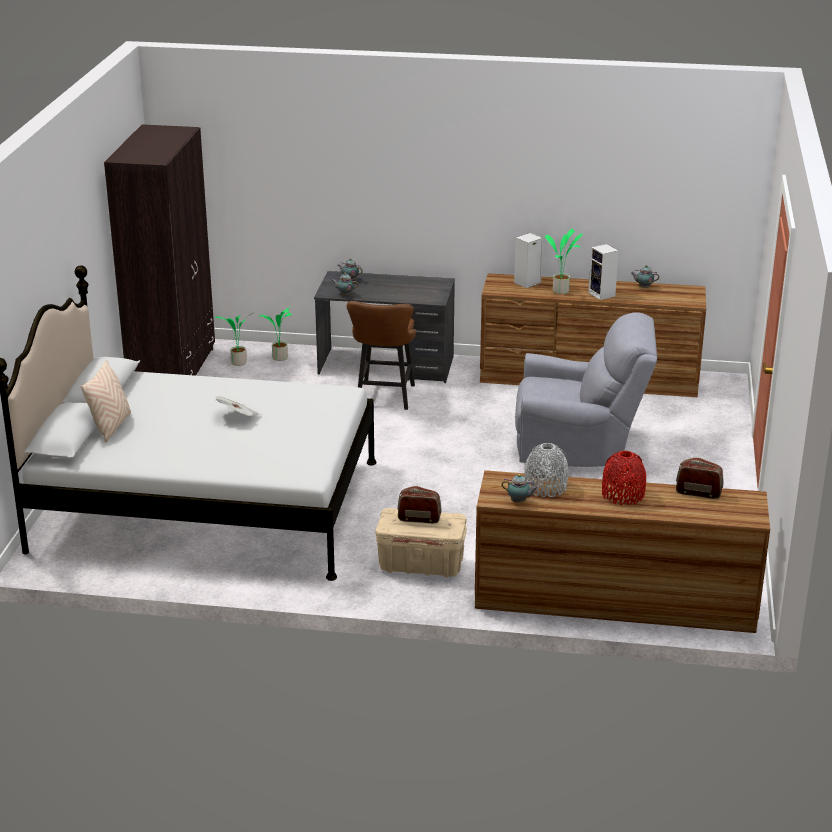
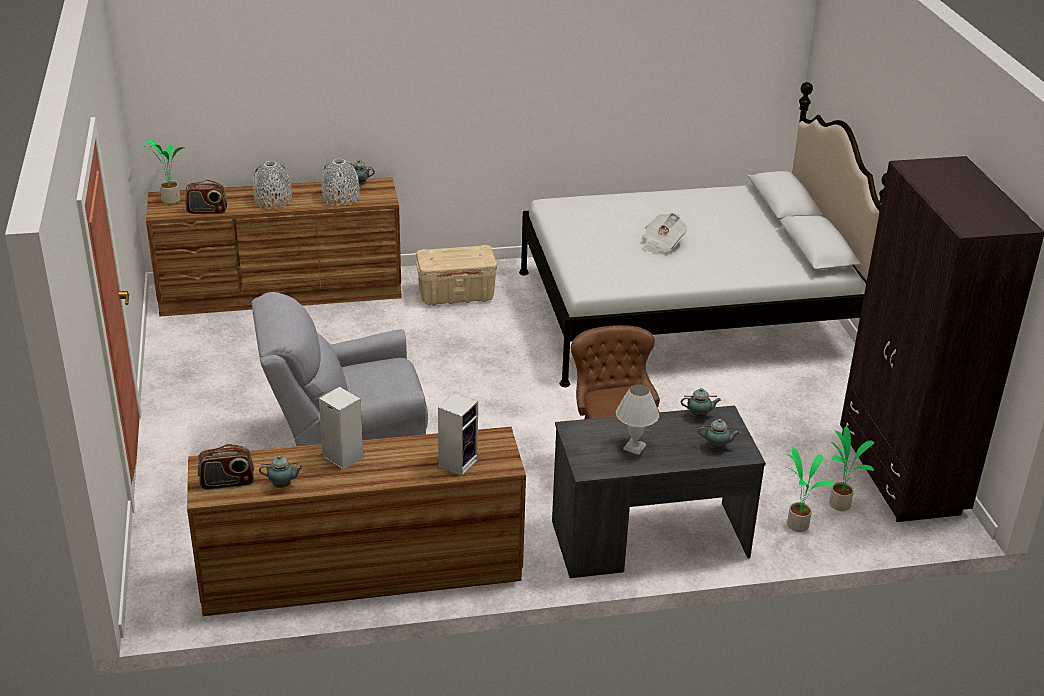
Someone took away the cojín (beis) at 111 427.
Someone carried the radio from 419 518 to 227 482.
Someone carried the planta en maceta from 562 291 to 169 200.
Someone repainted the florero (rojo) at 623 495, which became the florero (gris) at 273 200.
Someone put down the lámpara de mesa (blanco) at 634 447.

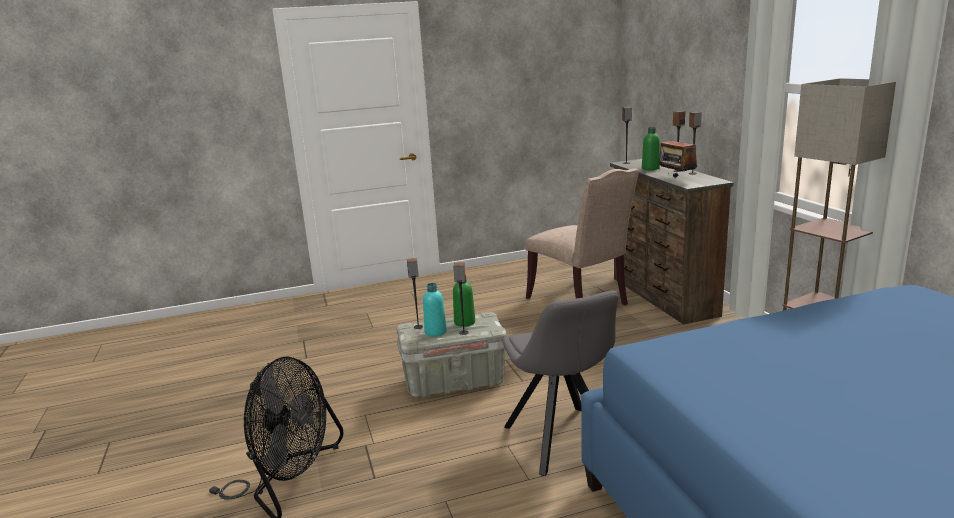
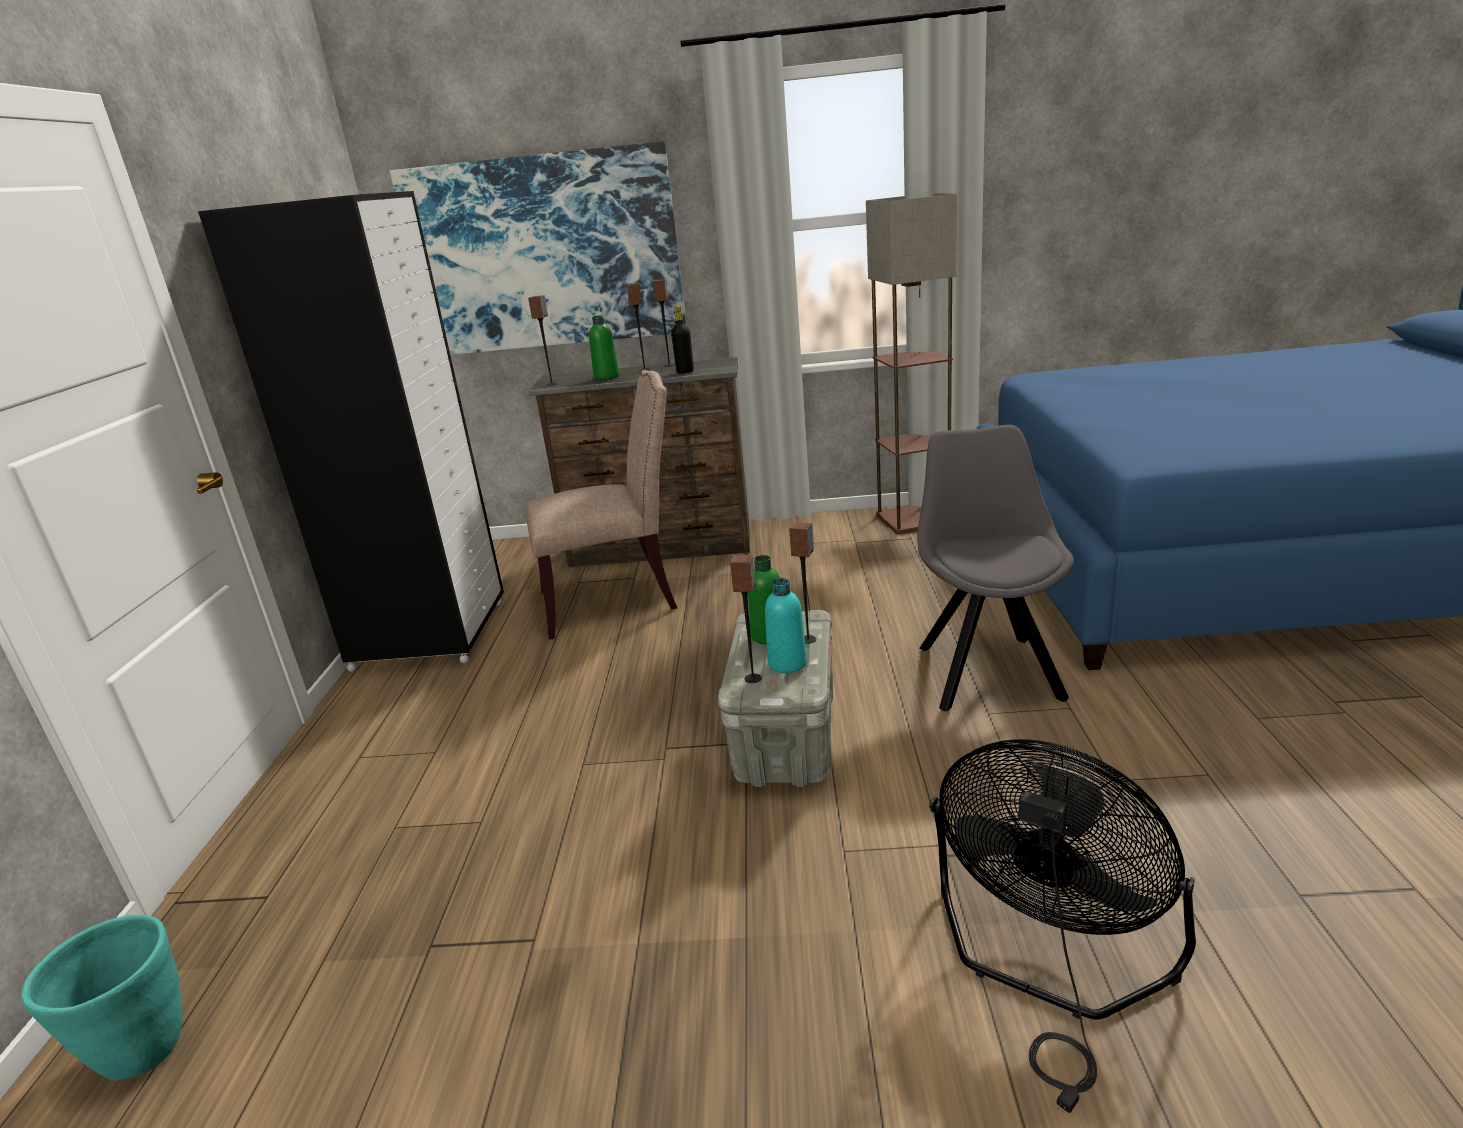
Someone rotated the silla (gris) at 561 440 by 90 degrees counterclockwise.
Someone swapped the radio at 676 179 for the botella (negro) at 685 371.
Someone put down the maceta (turquesa) at 143 1049.
Someone put down the armario ropero at 430 635.
Someone put up the cuadro at 544 253.

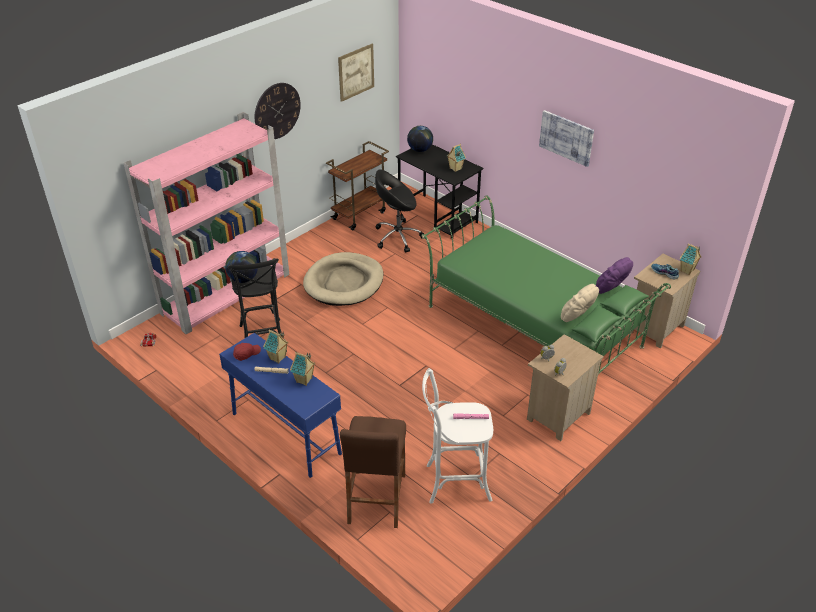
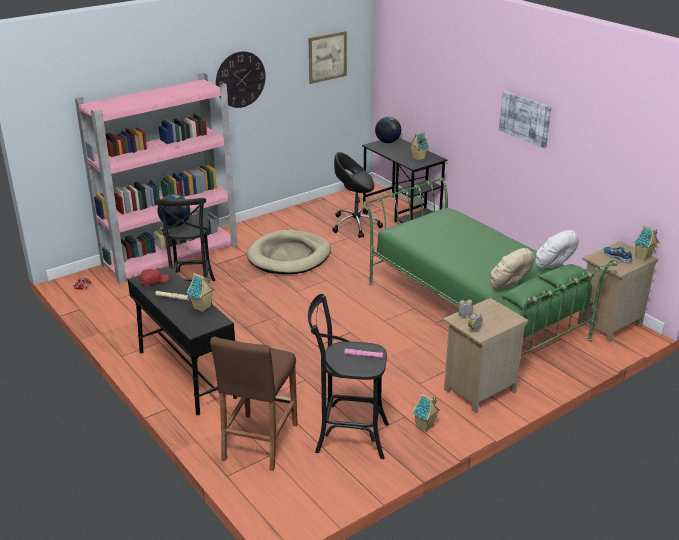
Someone repainted the mesa consola (azul) at 286 433, which became the mesa consola (negro) at 187 374.
Someone carried the casita from 278 358 to 425 427.
Someone took away the carrito (marrón) at 360 215.
Someone repainted the taburete (blanco) at 454 482, which became the taburete (negro) at 348 437.
Someone repainted the cojín (morado) at 611 291, which became the cojín (blanco) at 554 268.

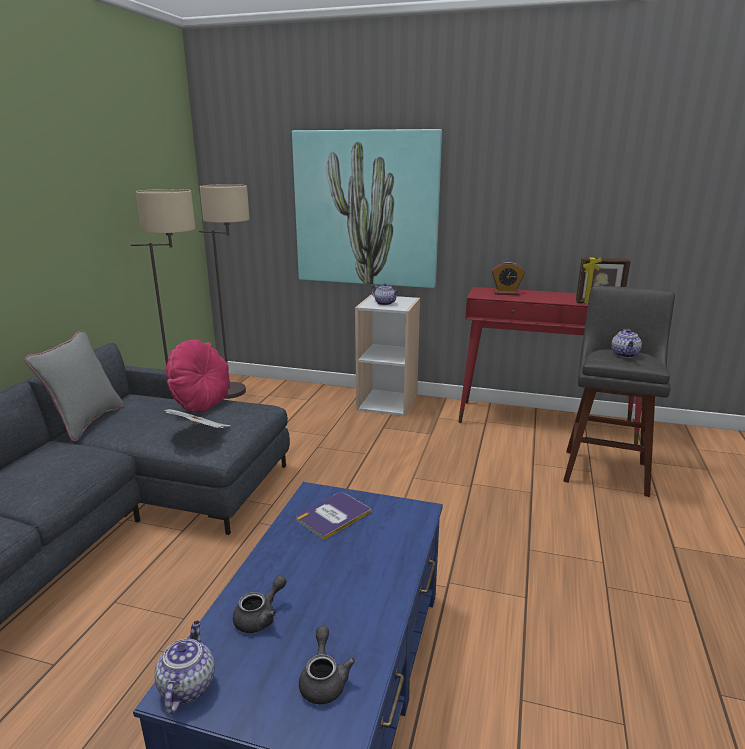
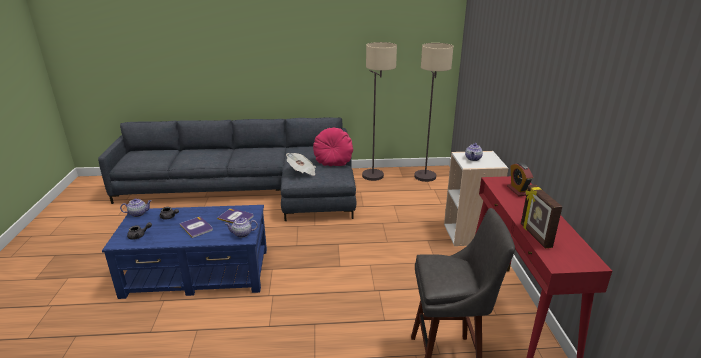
Someone took away the cojín (gris) at 86 422.
Someone took away the cuadro at 366 209.
Someone carried the tetera from 625 355 to 242 234.
Someone put down the libro at 196 227.

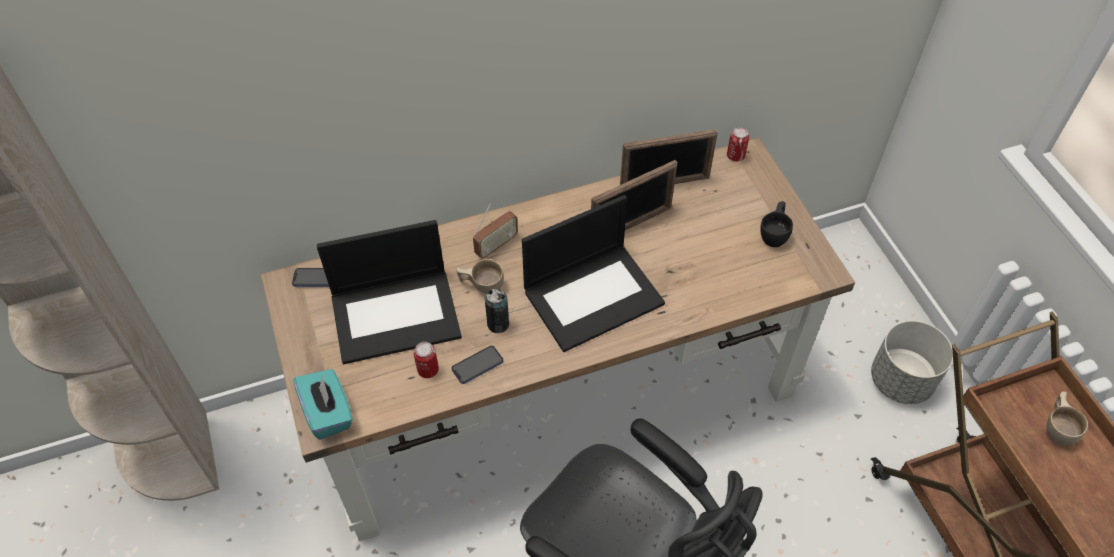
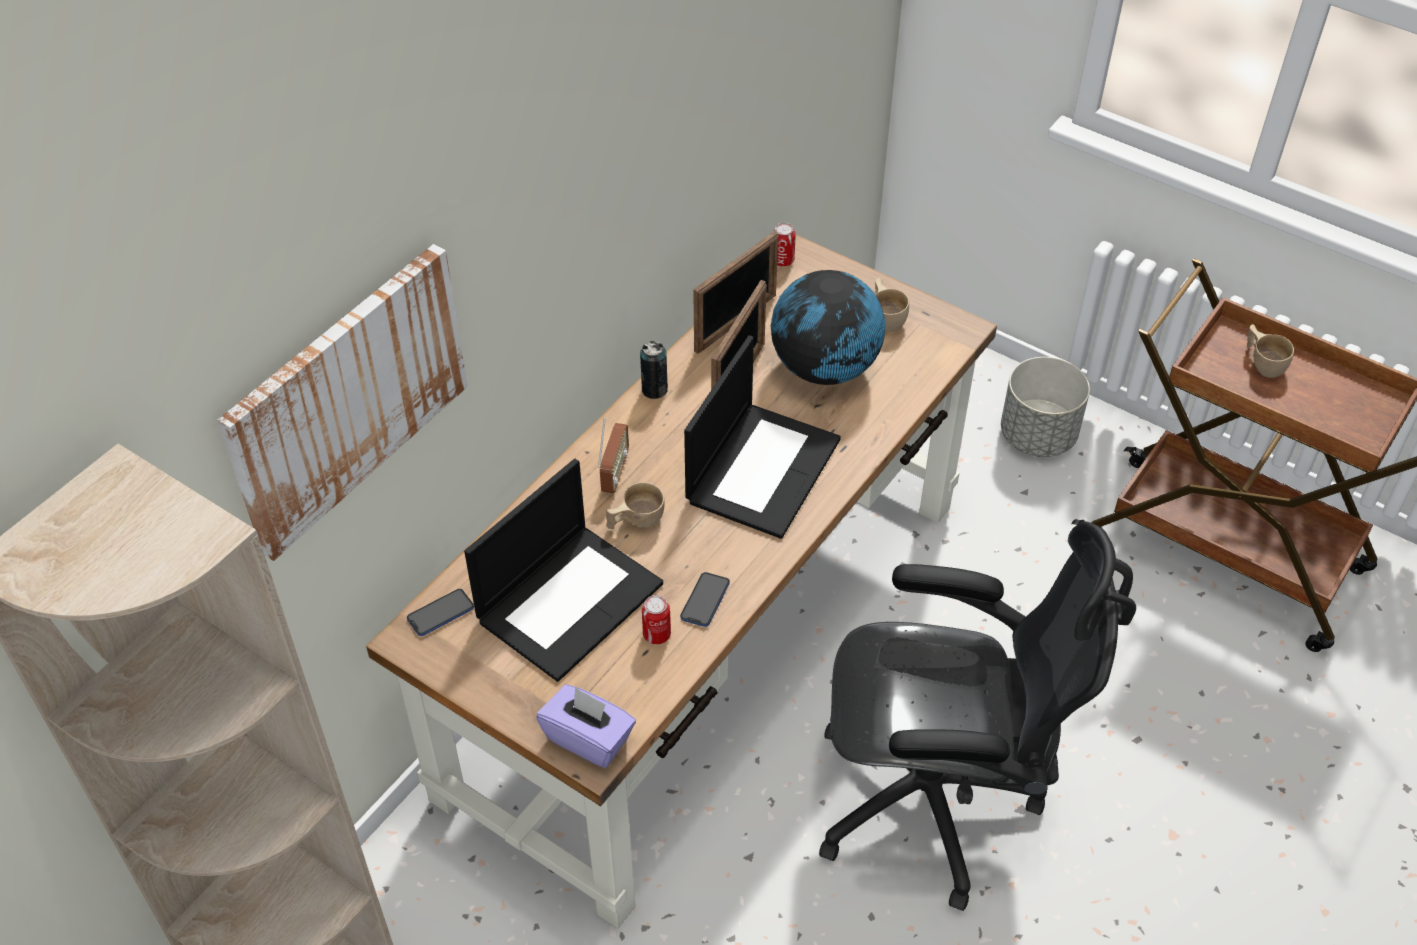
Someone repainted the caja de pañuelos (turquesa) at 328 413, which became the caja de pañuelos (morado) at 588 738.
Someone carried the lata from 498 324 to 654 390.
Someone repainted the taza (negro) at 775 234, which became the taza (beis) at 886 317.
Someone put up the cuadro at 347 398.
Someone put down the globo terráqueo at 825 368.

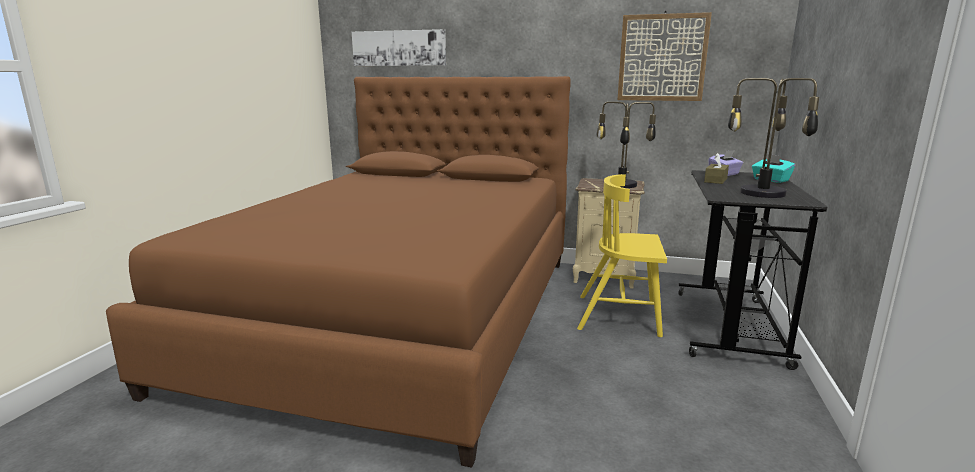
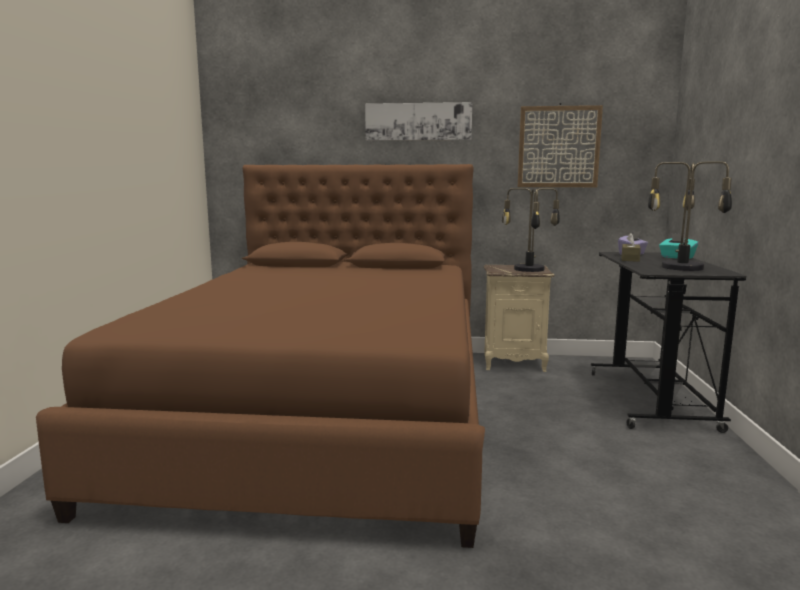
Someone carried the cuadro from 399 48 to 418 122.
Someone took away the silla (amarillo) at 624 315.

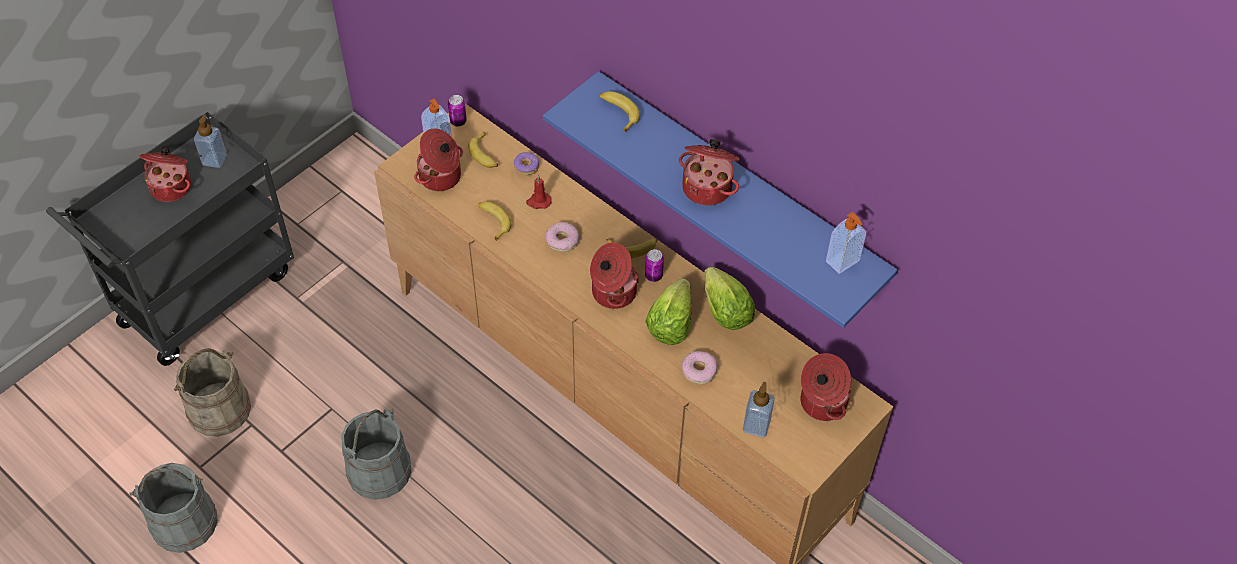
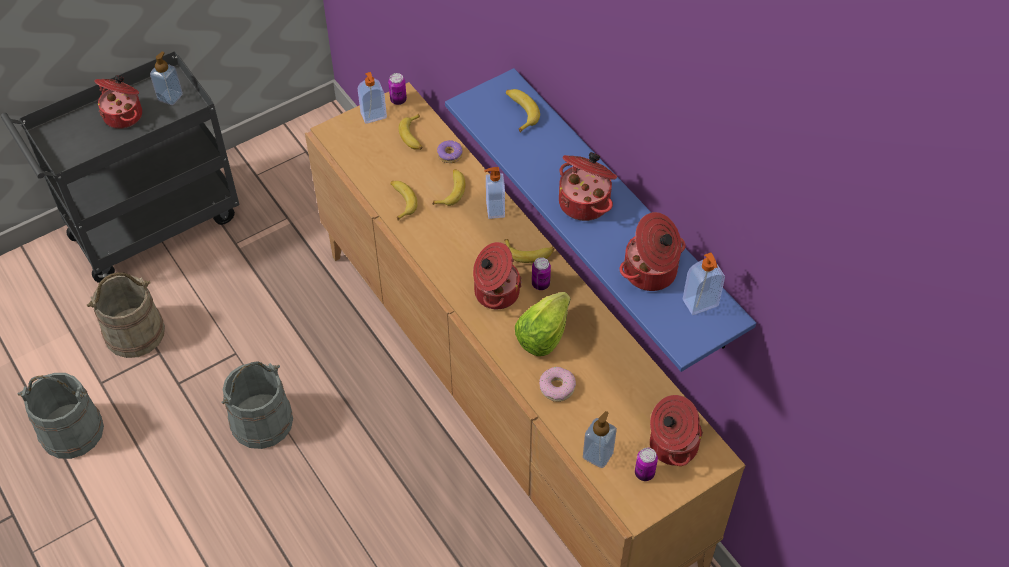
Someone carried the olla from 441 177 to 651 272.
Someone swapped the vela (rojo) at 538 202 for the plátano at 451 191.
Someone took away the rosquilla at 562 240.
Someone took away the lechuga at 725 311.
Someone put down the dispensador de jabón at 494 209.
Someone put down the lata at 644 473.

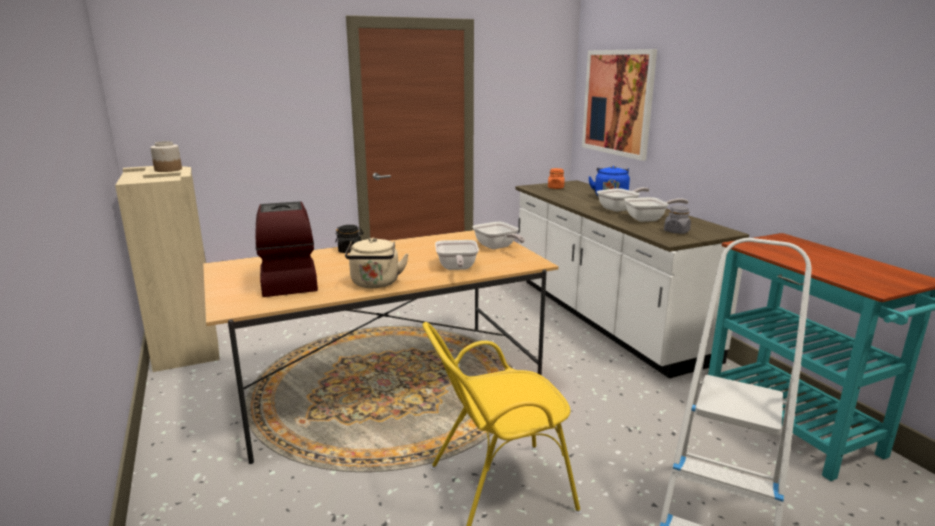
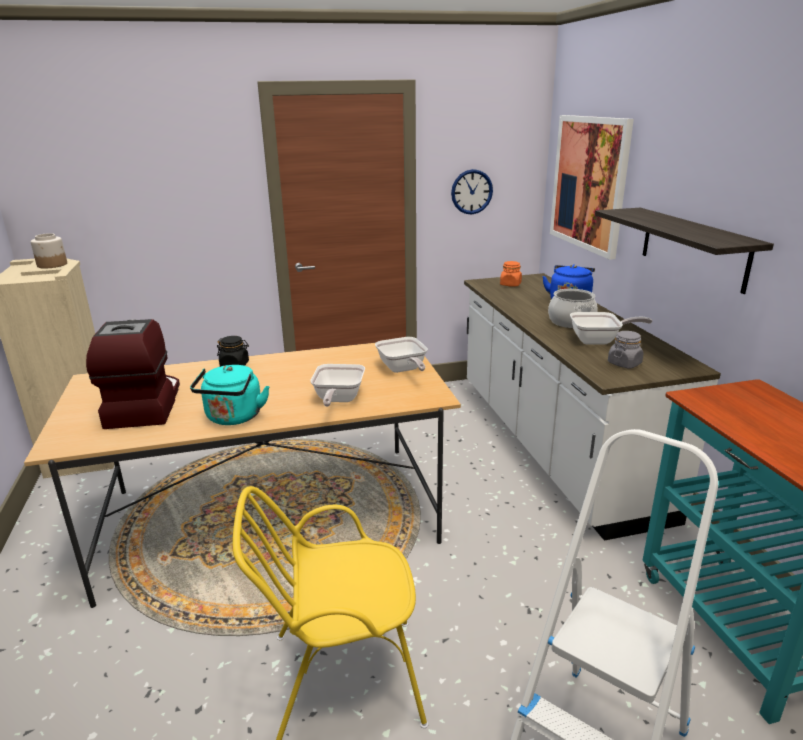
Someone repainted the hervidor (beis) at 375 284, which became the hervidor (turquesa) at 233 418.
Someone swapped the sartén at 620 209 for the olla at 571 322.
Someone put up the reloj de pared at 471 192.
Someone put up the estante at 693 248.

